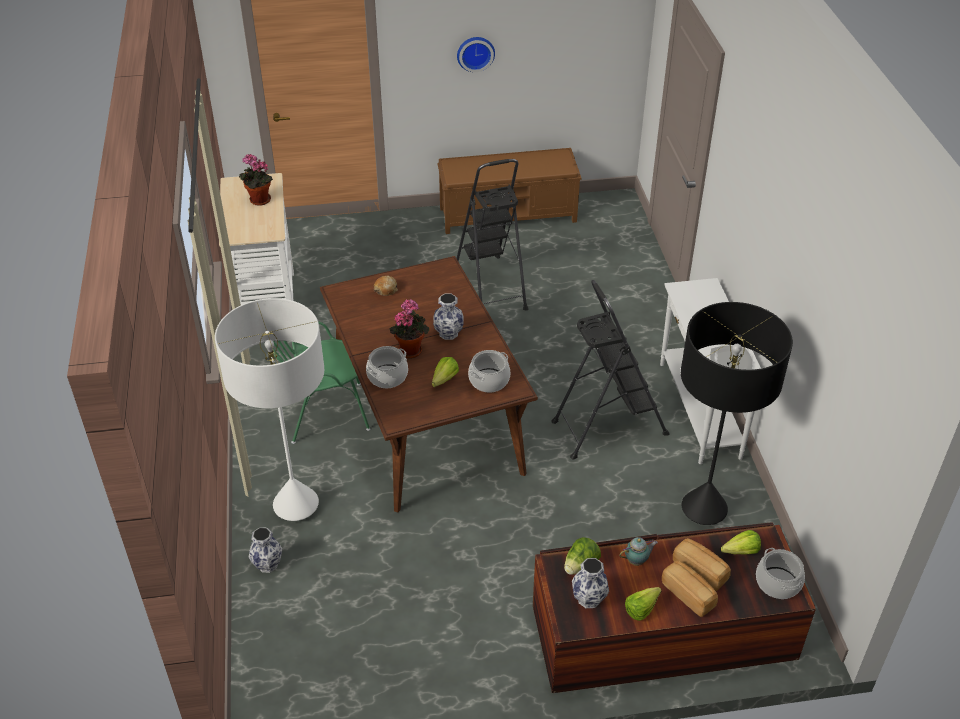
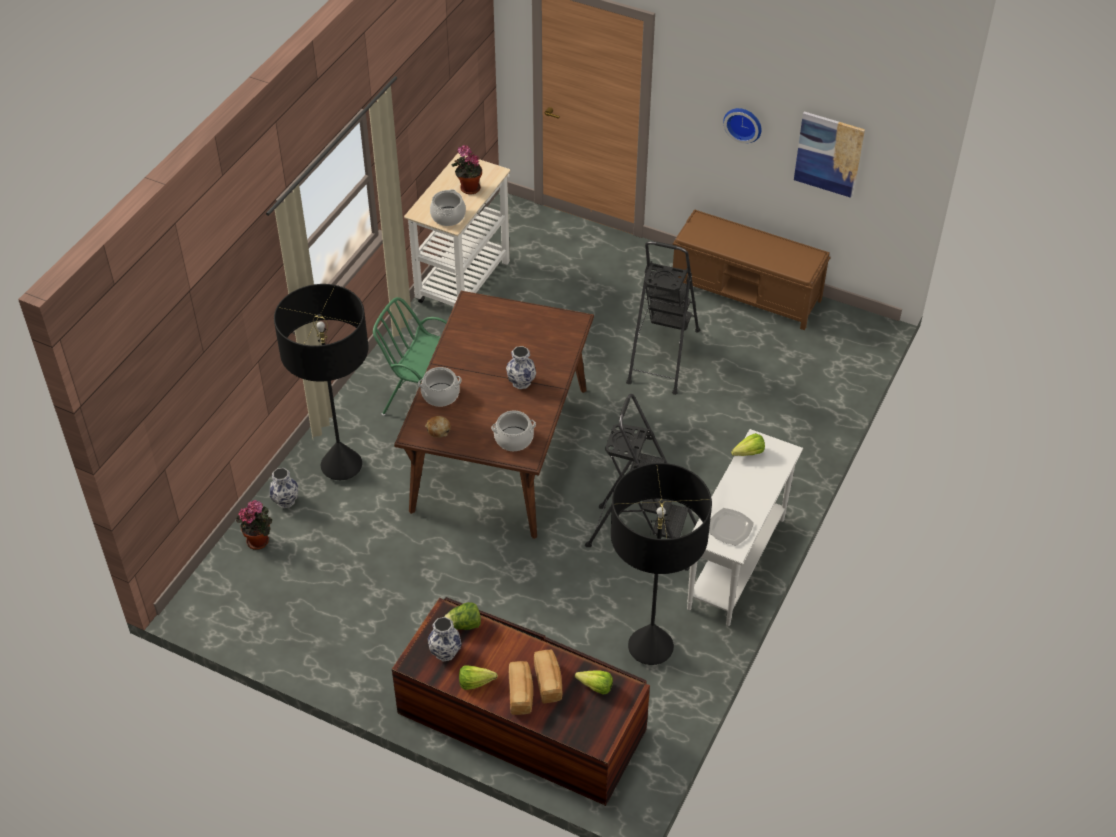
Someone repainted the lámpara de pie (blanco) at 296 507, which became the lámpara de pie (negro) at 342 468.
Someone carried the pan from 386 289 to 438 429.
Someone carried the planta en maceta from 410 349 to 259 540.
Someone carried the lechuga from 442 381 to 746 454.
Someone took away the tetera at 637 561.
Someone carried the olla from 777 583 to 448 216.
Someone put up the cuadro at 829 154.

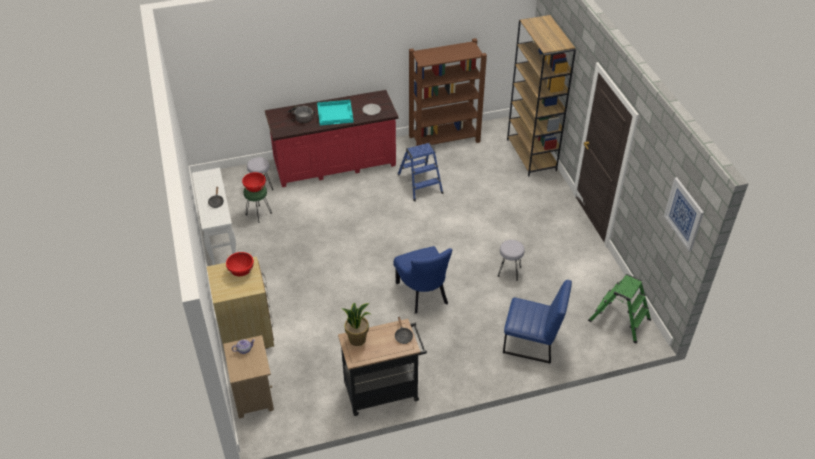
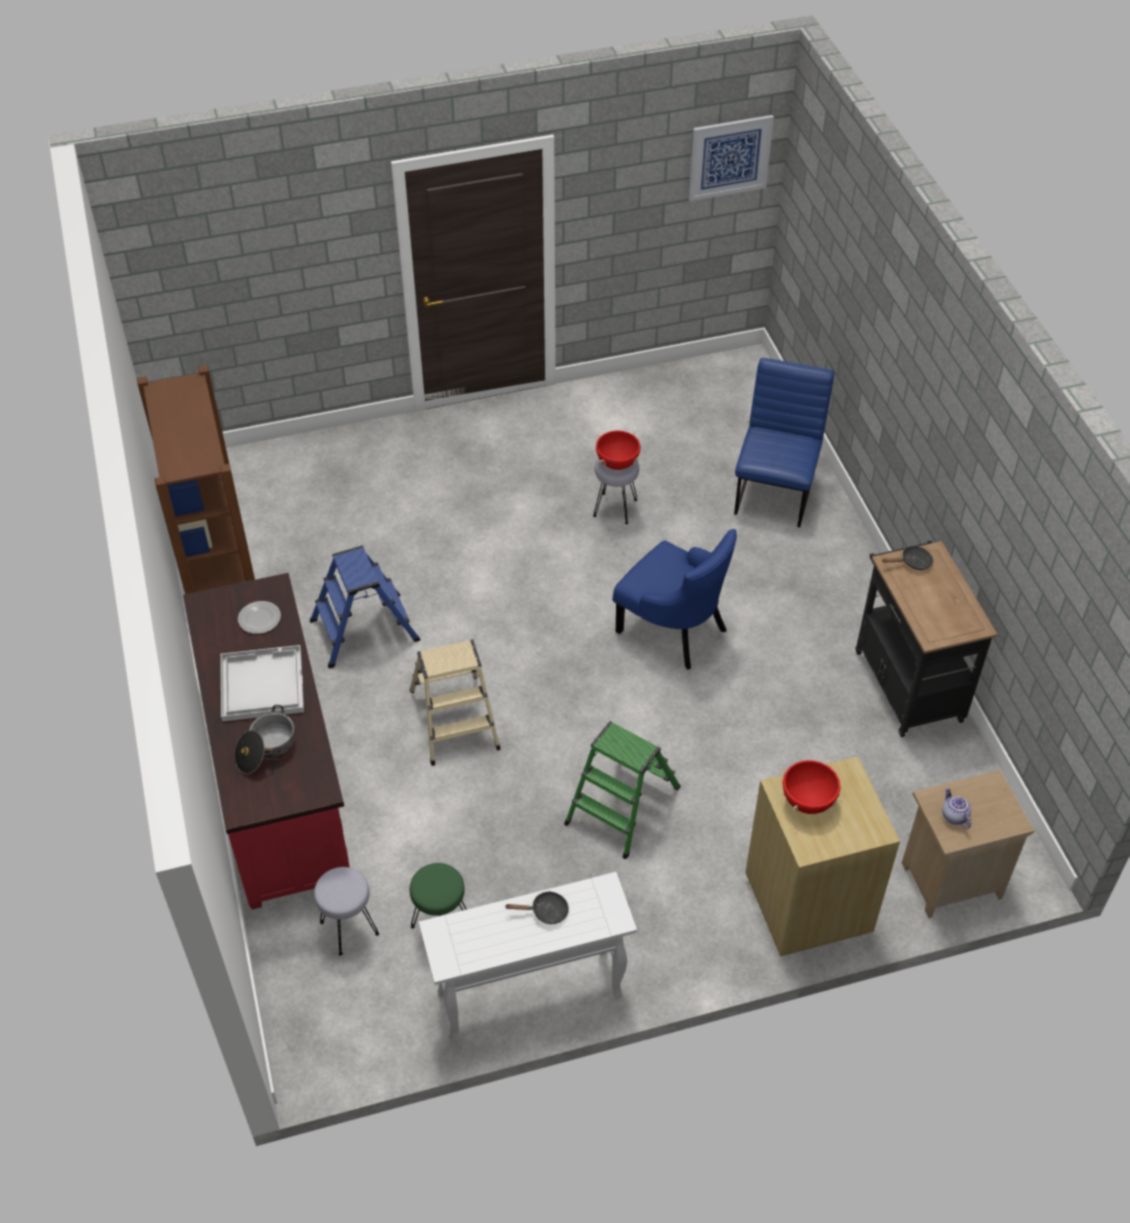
Someone carried the olla (rojo) from 255 189 to 617 463.
Someone repainted the bandeja (turquesa) at 335 113, which became the bandeja (blanco) at 261 684.
Someone took away the planta en maceta at 357 339.
Someone rotated the silla (azul) at 422 292 by 60 degrees clockwise.
Someone took away the estantería (marrón) at 531 155.
Someone carried the escalera de tijera (verde) from 619 320 to 622 805.
Someone put down the escalera de tijera (beis) at 454 718.

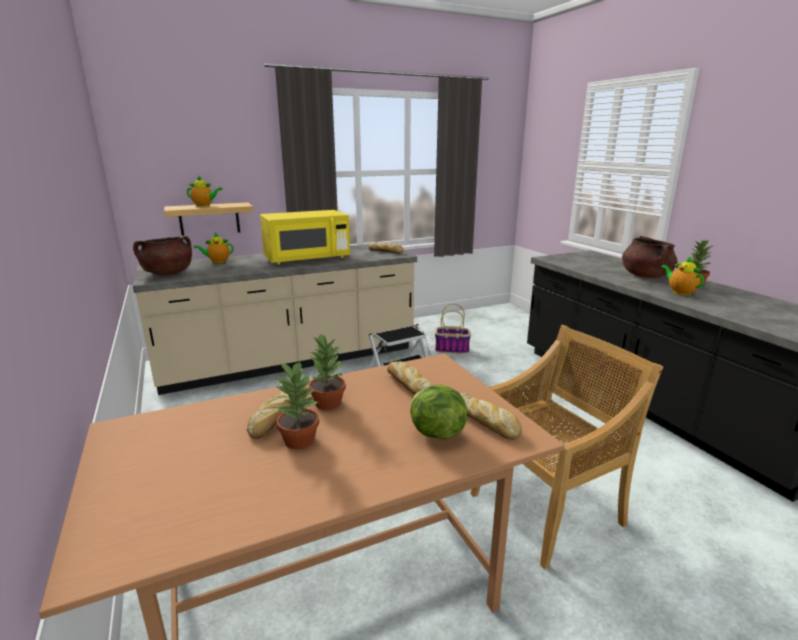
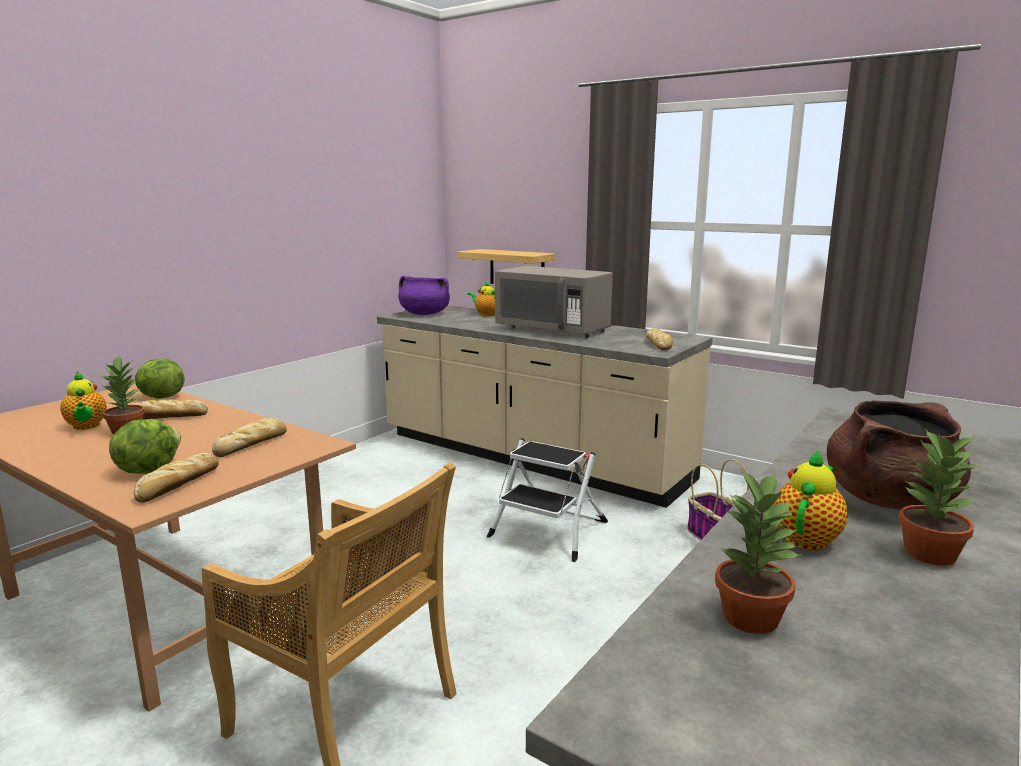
Someone repainted the olla (marrón) at 168 273, which became the olla (morado) at 424 314.
Someone carried the tetera from 204 205 to 86 426.
Someone repainted the microondas (amarillo) at 307 259, which became the microondas (gris) at 552 330.
Someone carried the planta en maceta from 327 403 to 750 616.
Someone put down the lechuga at 160 397.

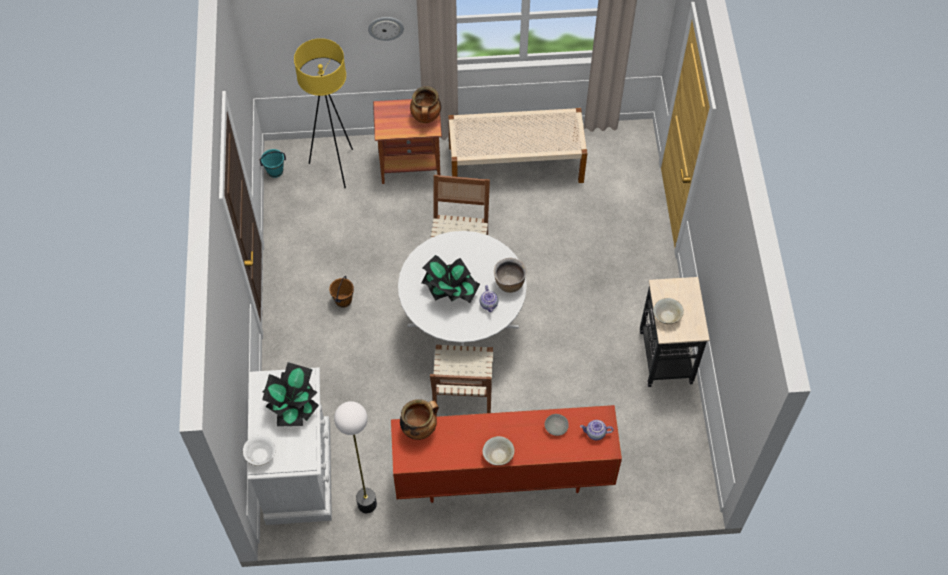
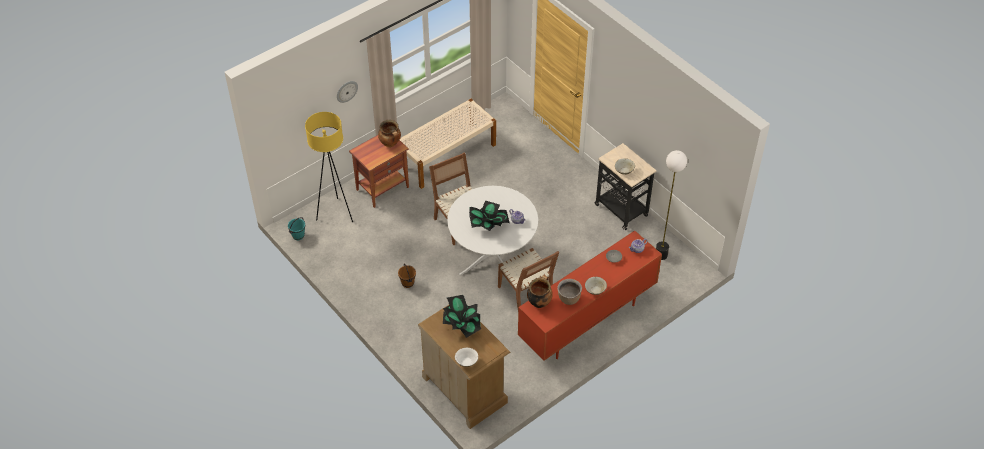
Someone repainted the cómoda (blanco) at 298 472, which became the cómoda (marrón) at 464 389.
Someone carried the lámpara de pie from 366 504 to 661 255.
Someone carried the olla (marrón) from 509 283 to 569 299.

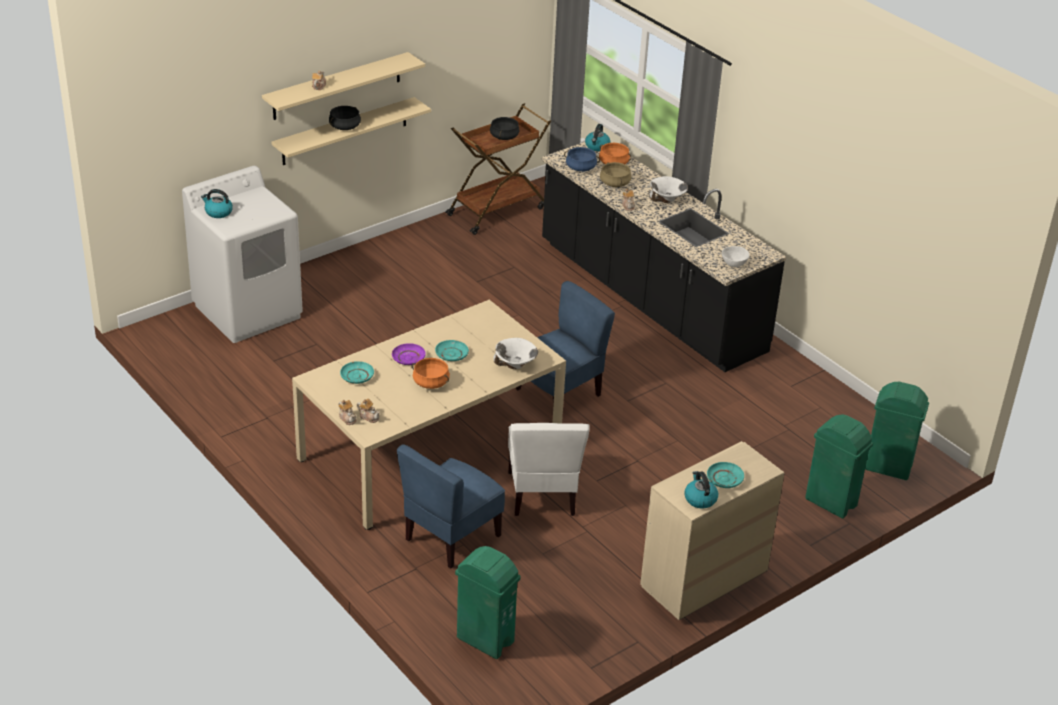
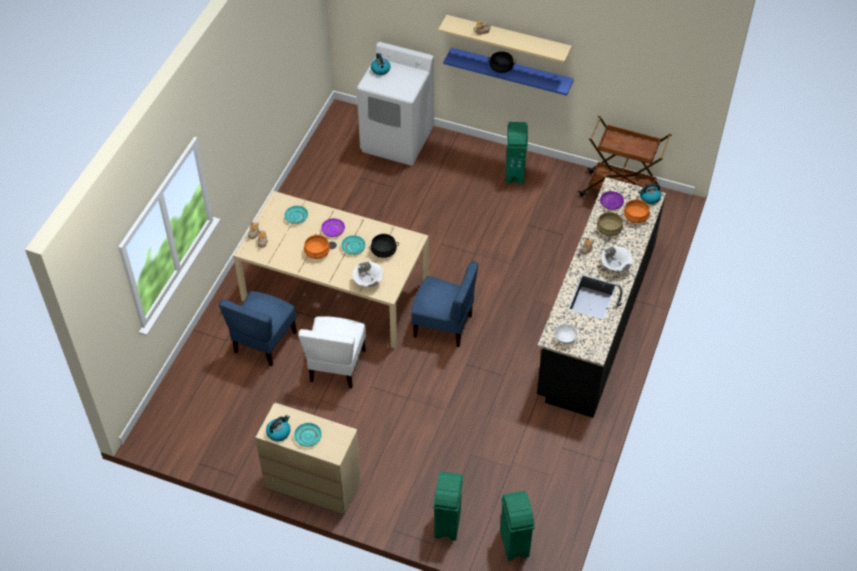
Someone repainted the estante (beis) at 345 131, which became the estante (azul) at 511 71.
Someone rotated the silla (azul) at 451 537 by 75 degrees counterclockwise.
Someone carried the papelera (verde) from 485 639 to 514 173.
Someone carried the olla (negro) from 504 137 to 383 251.
Someone rotated the silla (blanco) at 543 494 by 45 degrees counterclockwise.
Someone swapped the olla (azul) at 581 168 for the plato (morado) at 611 203.

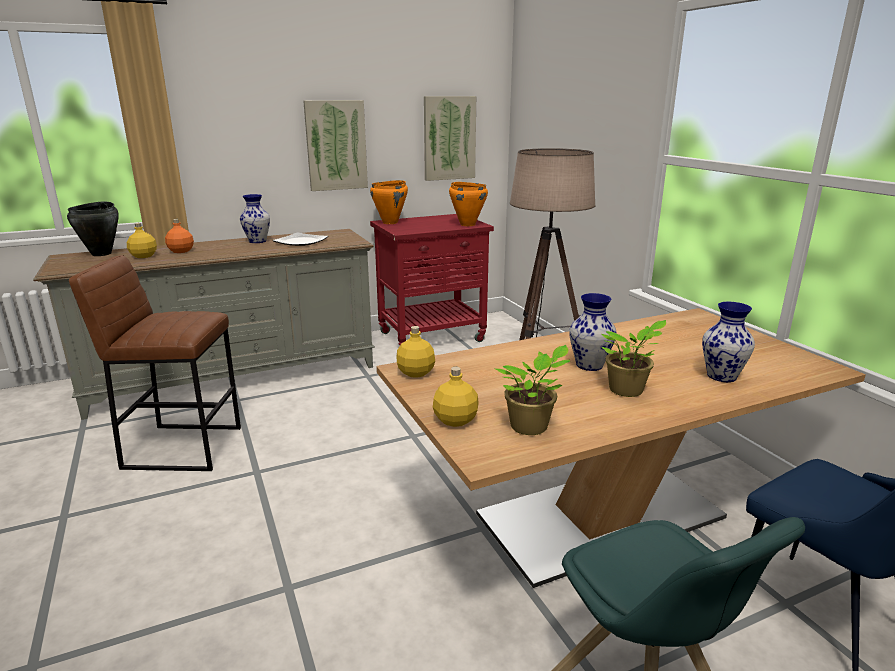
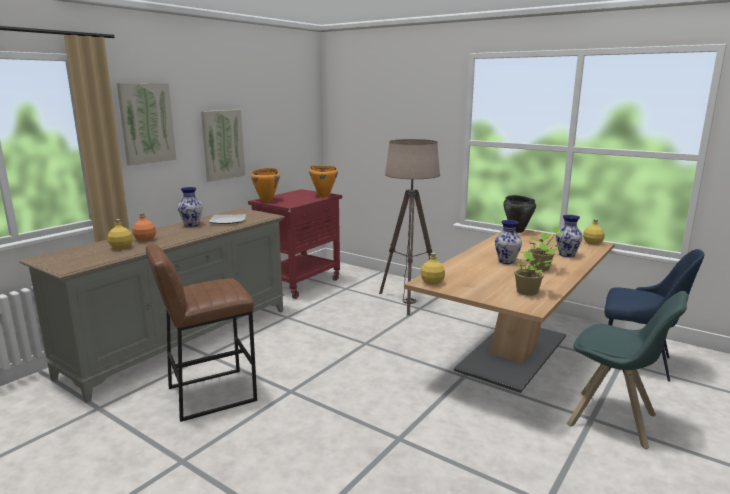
Someone carried the olla (negro) from 102 254 to 517 231.
Someone carried the cuadro from 449 138 to 146 123.
Someone carried the botella (amarillo) from 455 420 to 592 243.

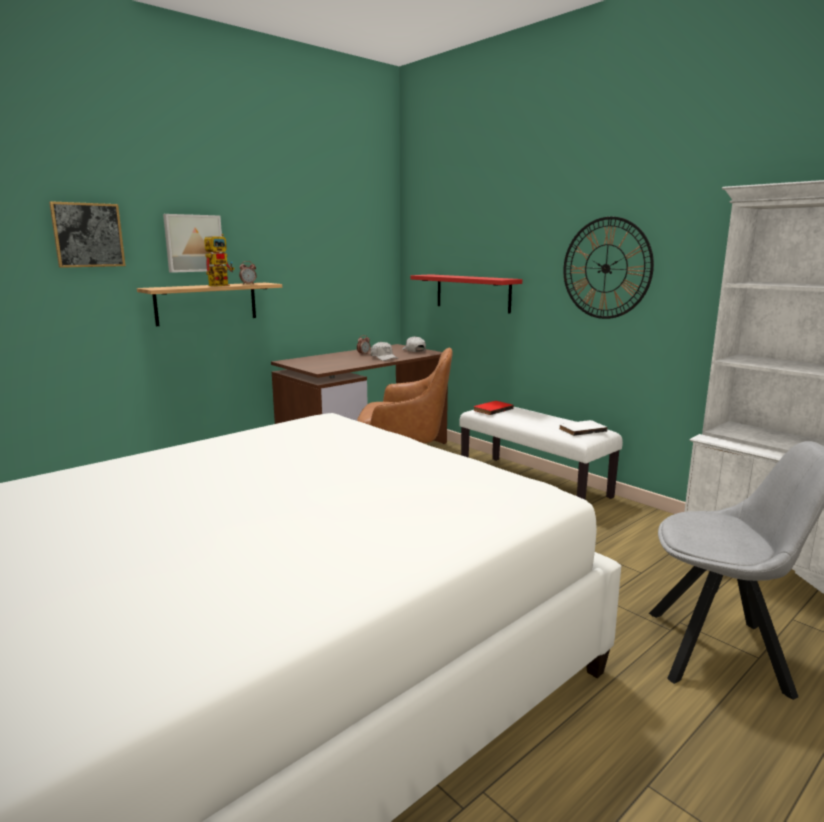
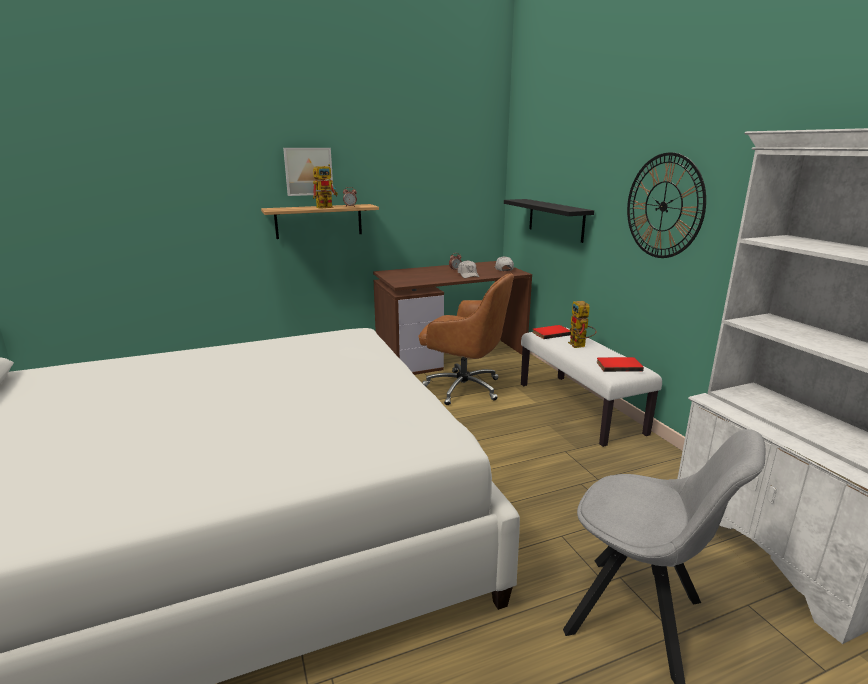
Someone took away the cuadro at 88 235.
Someone repainted the estante (rojo) at 472 293, which became the estante (negro) at 555 219.
Someone repainted the libro (blanco) at 581 429, which became the libro (rojo) at 618 366.
Someone put down the robot de juguete at 580 346.

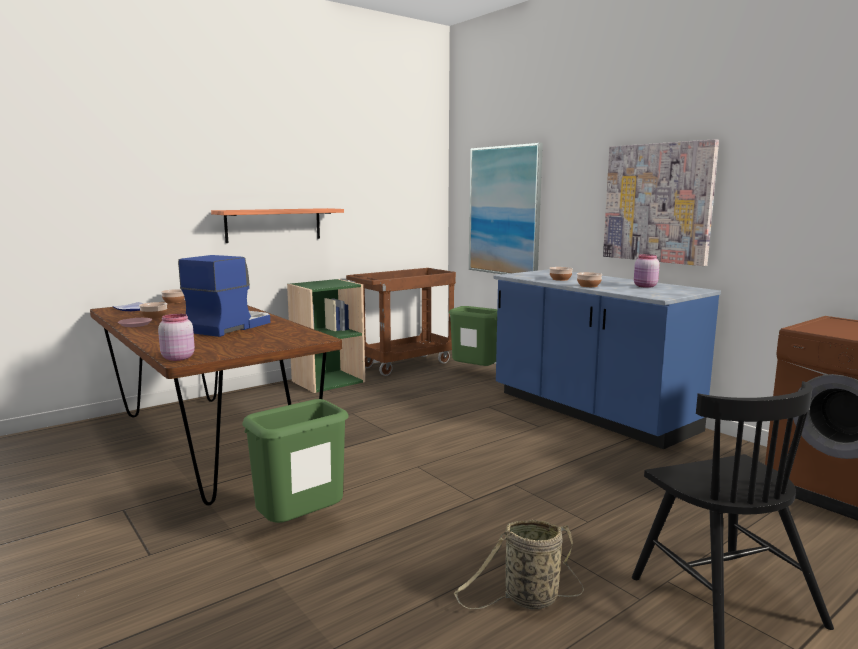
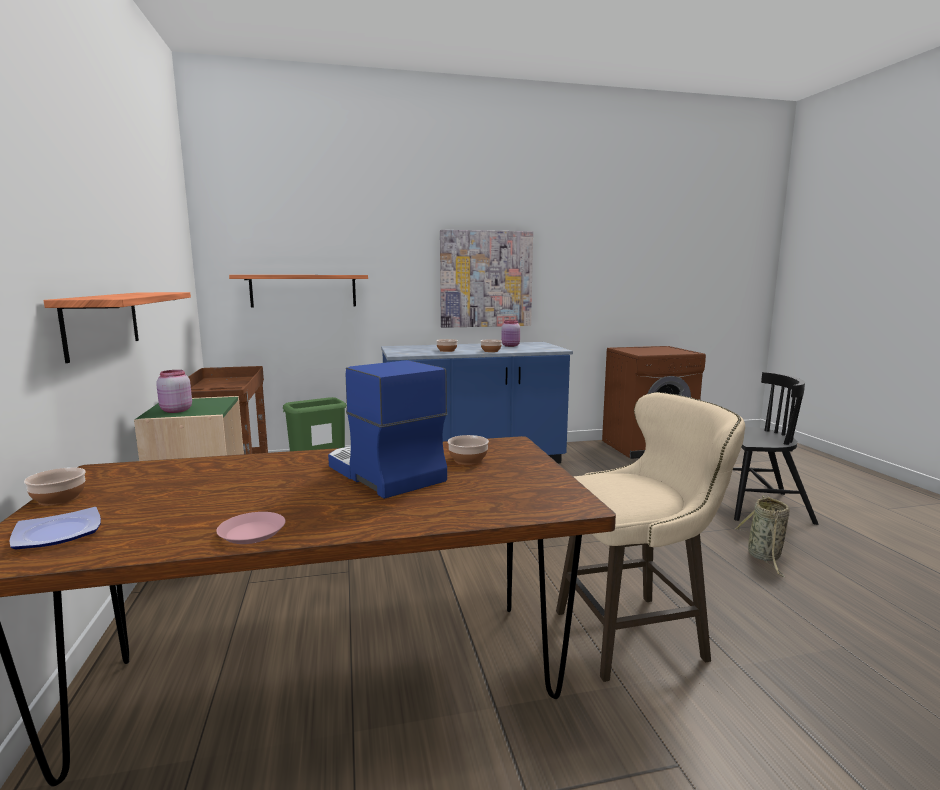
Someone carried the cuenco from 154 317 to 468 459.
Someone carried the tarro (rosa) from 177 358 to 175 410.
Someone swapped the papelera (verde) at 301 527 for the taburete (beis) at 635 634.
Someone swapped the cuadro at 504 211 for the estante at 303 291.

